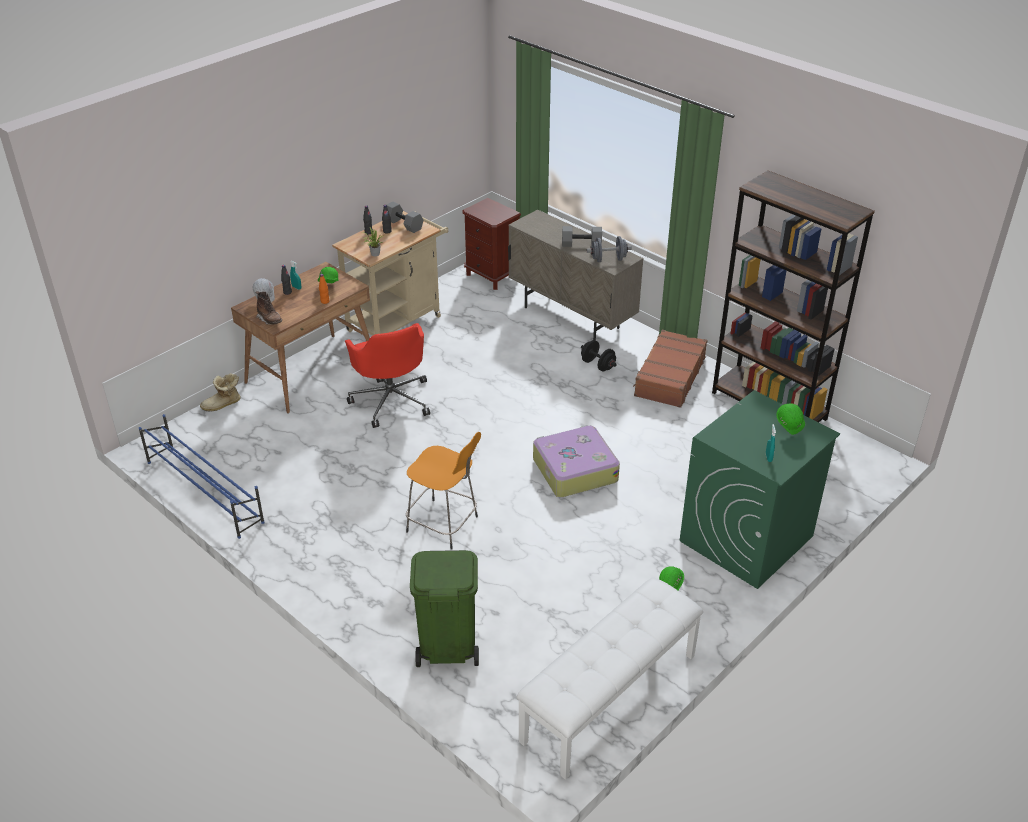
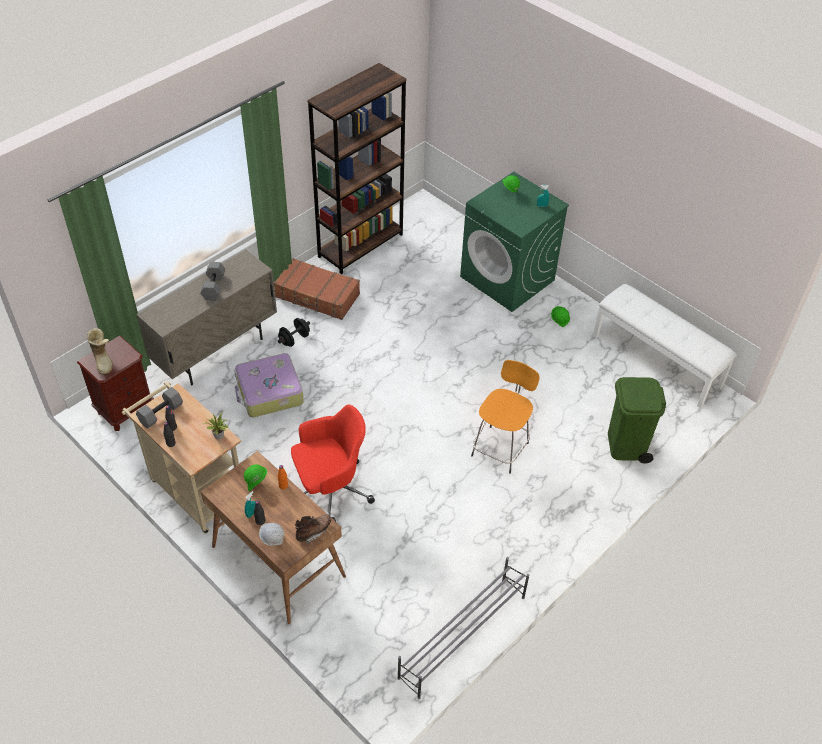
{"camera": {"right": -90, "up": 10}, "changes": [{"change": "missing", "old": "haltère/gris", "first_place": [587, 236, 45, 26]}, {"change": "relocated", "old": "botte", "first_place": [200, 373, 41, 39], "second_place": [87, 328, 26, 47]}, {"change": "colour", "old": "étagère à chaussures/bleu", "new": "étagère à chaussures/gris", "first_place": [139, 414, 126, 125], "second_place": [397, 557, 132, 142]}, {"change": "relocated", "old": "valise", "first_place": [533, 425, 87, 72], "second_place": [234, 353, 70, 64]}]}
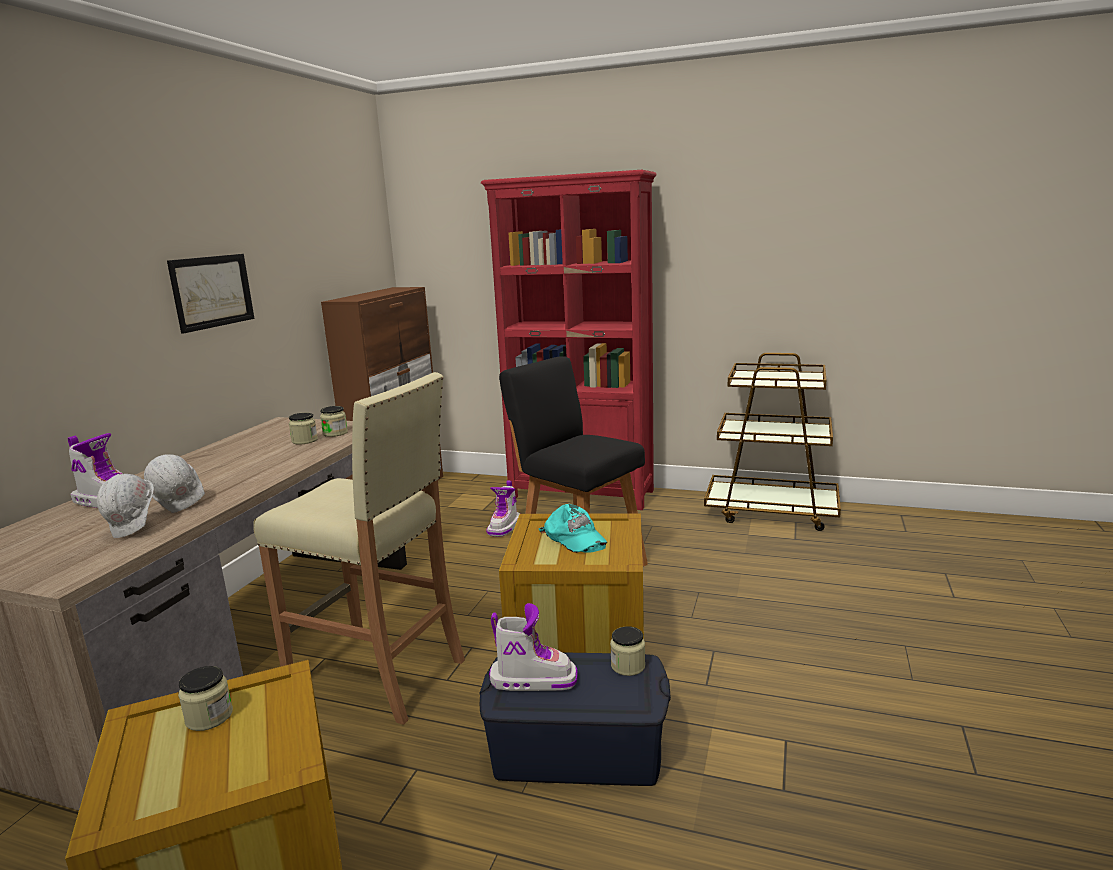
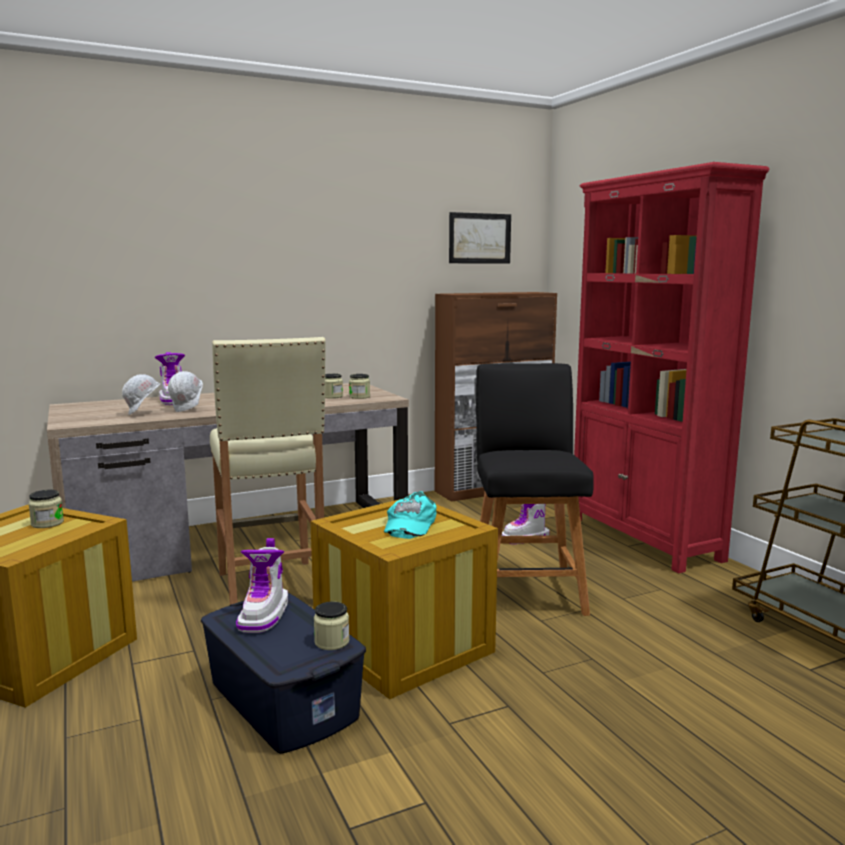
{"camera": {"right": 45, "up": -5}, "changes": [{"change": "relocated", "old": "tableau", "first_place": [167, 254, 88, 80], "second_place": [449, 212, 62, 52]}, {"change": "spun", "old": "botte", "first_place": [489, 603, 88, 88], "second_place": [236, 538, 52, 95], "degrees": 45}]}
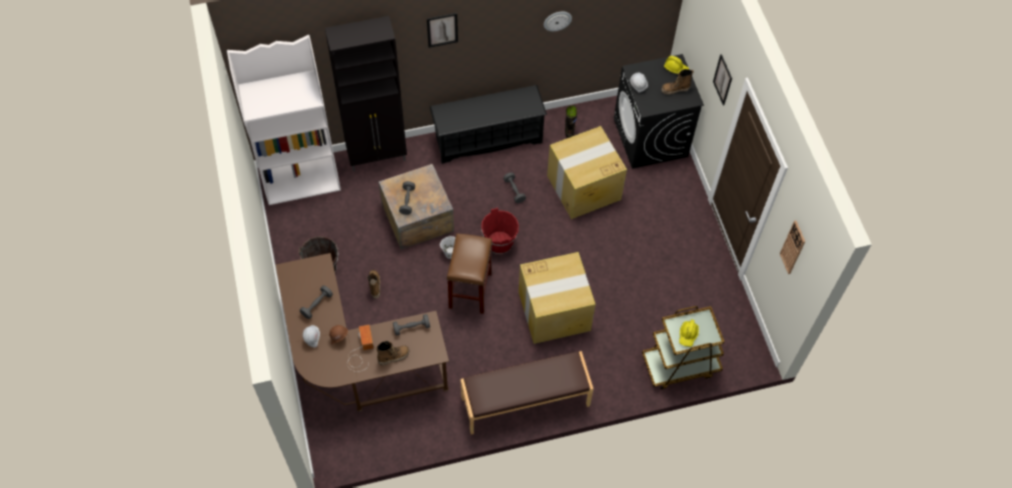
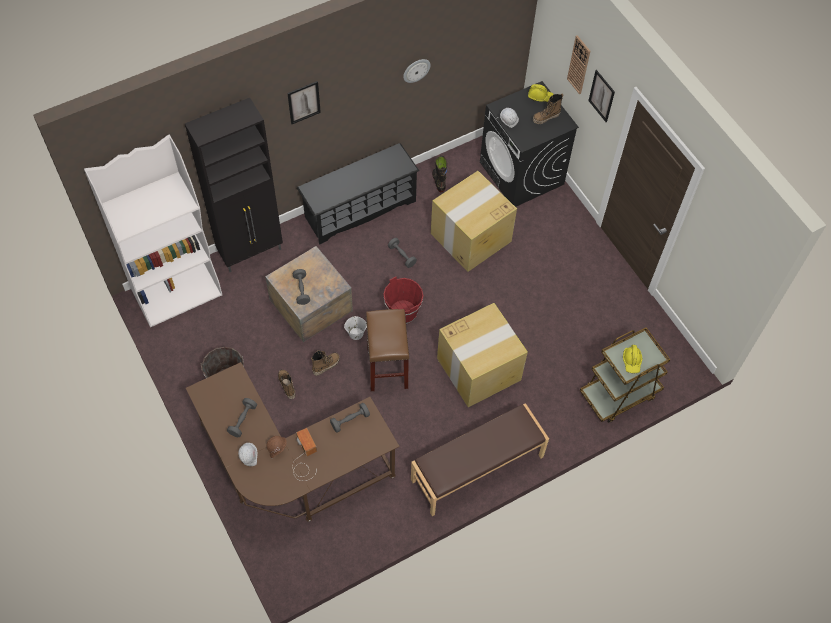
{"camera": {"right": -15, "up": 0}, "changes": [{"change": "relocated", "old": "horloge murale", "first_place": [780, 221, 25, 53], "second_place": [567, 35, 23, 59]}, {"change": "relocated", "old": "botte", "first_place": [376, 340, 33, 25], "second_place": [311, 350, 29, 26]}]}
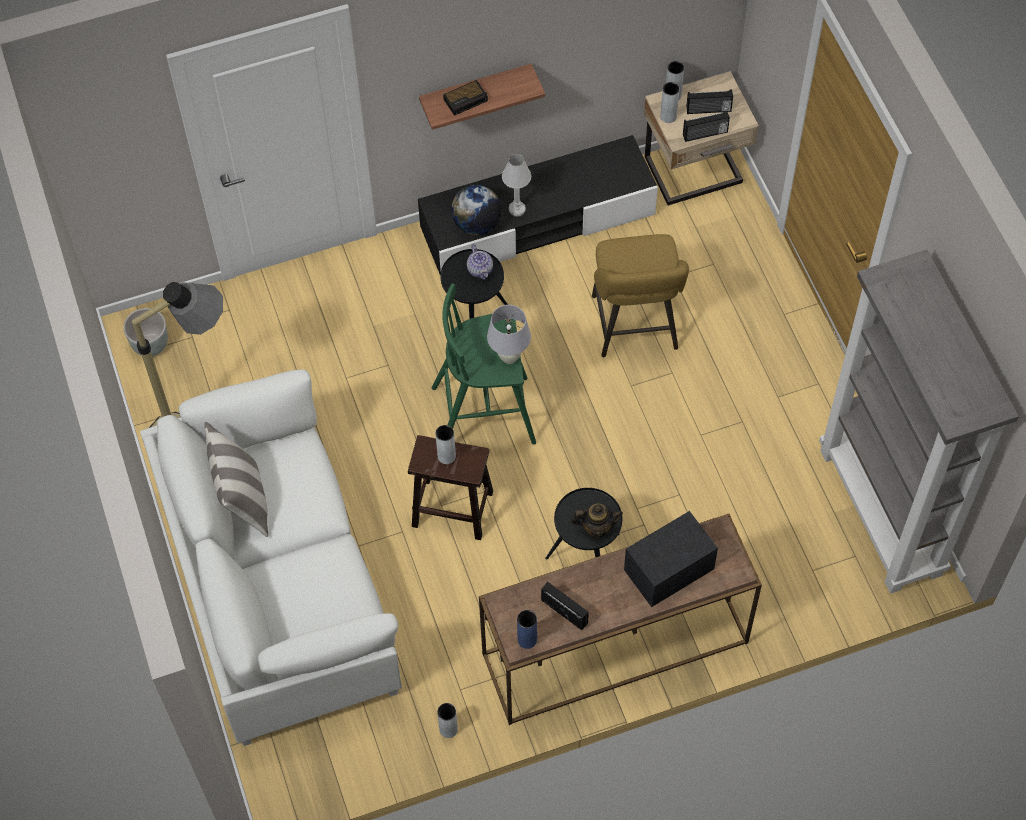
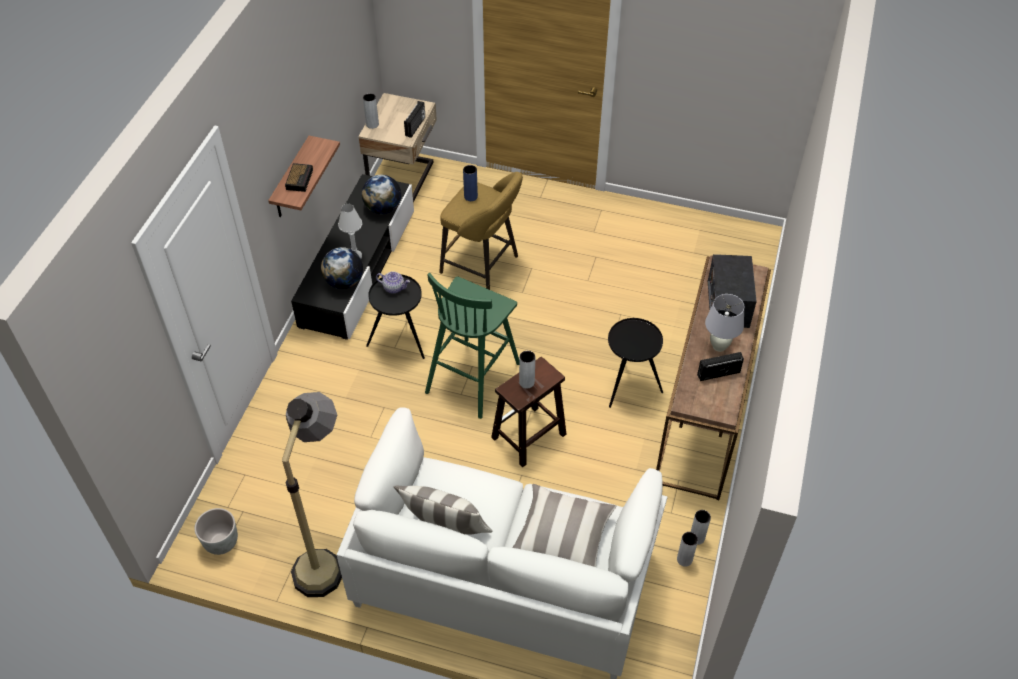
{"camera": {"right": -55, "up": -10}, "changes": [{"change": "relocated", "old": "vase/gris", "first_place": [660, 82, 20, 41], "second_place": [677, 532, 21, 35]}, {"change": "missing", "old": "radio", "first_place": [686, 89, 47, 25]}, {"change": "missing", "old": "bibliothèque/gris", "first_place": [819, 250, 200, 344]}, {"change": "relocated", "old": "lampe de table/blanc", "first_place": [487, 305, 44, 59], "second_place": [705, 294, 39, 58]}, {"change": "missing", "old": "théière", "first_place": [571, 504, 52, 34]}, {"change": "relocated", "old": "vase/bleu", "first_place": [517, 610, 20, 39], "second_place": [463, 165, 15, 36]}, {"change": "appeared", "new": "globe", "second_place": [362, 175, 39, 39]}, {"change": "appeared", "new": "coussin", "second_place": [512, 484, 104, 83]}]}
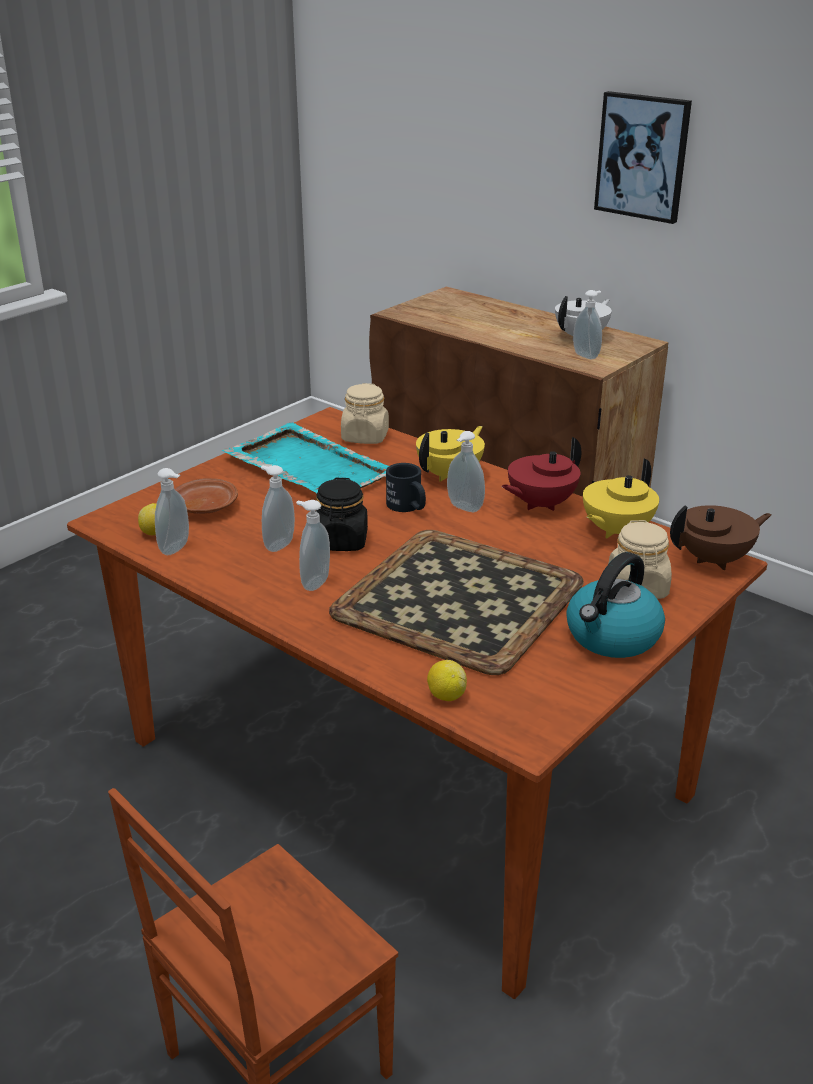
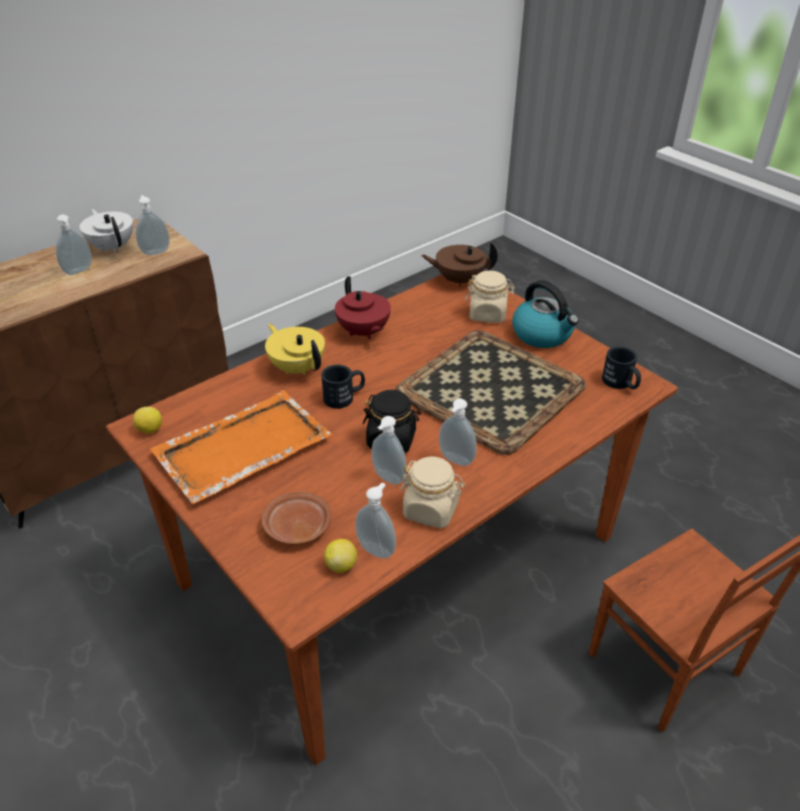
{"camera": {"right": -80, "up": 10}, "changes": [{"change": "missing", "old": "tableau", "first_place": [594, 91, 98, 133]}, {"change": "relocated", "old": "bocal/beige", "first_place": [341, 383, 48, 61], "second_place": [400, 456, 65, 72]}, {"change": "colour", "old": "plateau/turquoise", "new": "plateau/orange", "first_place": [222, 423, 167, 70], "second_place": [150, 390, 182, 114]}, {"change": "relocated", "old": "distributeur de savon", "first_place": [447, 431, 38, 81], "second_place": [56, 214, 35, 61]}, {"change": "missing", "old": "théière/jaune", "first_place": [583, 459, 76, 79]}, {"change": "spun", "old": "théière/marron", "first_place": [670, 505, 102, 65], "second_place": [421, 242, 77, 45], "degrees": -75}, {"change": "relocated", "old": "citron", "first_place": [427, 660, 40, 41], "second_place": [133, 407, 29, 27]}, {"change": "appeared", "new": "mug/noir", "second_place": [602, 346, 39, 43]}]}
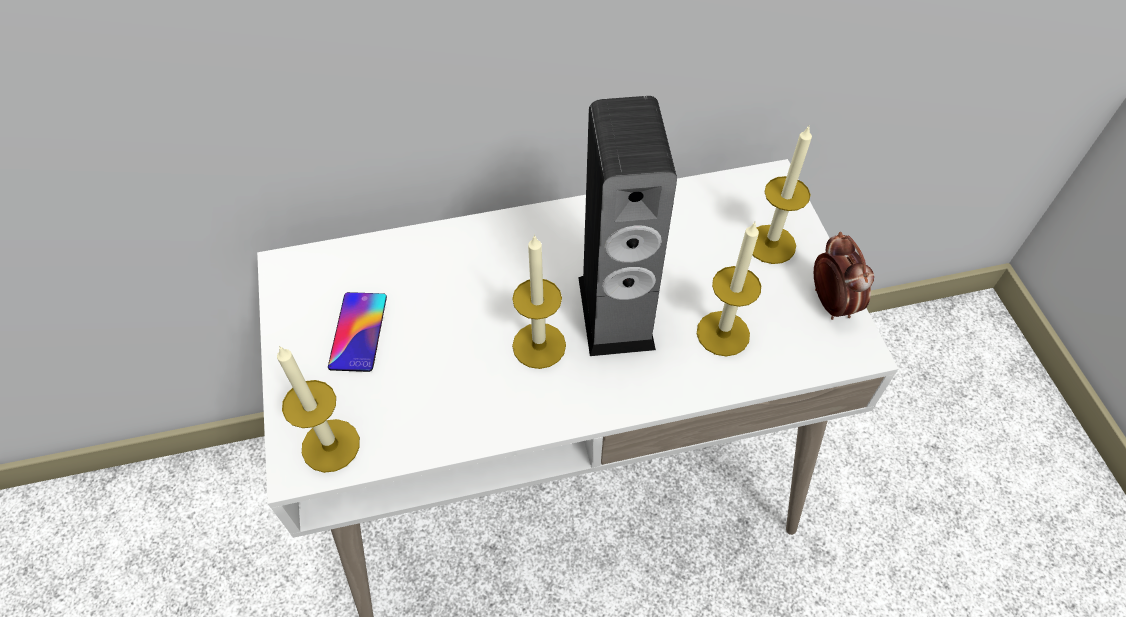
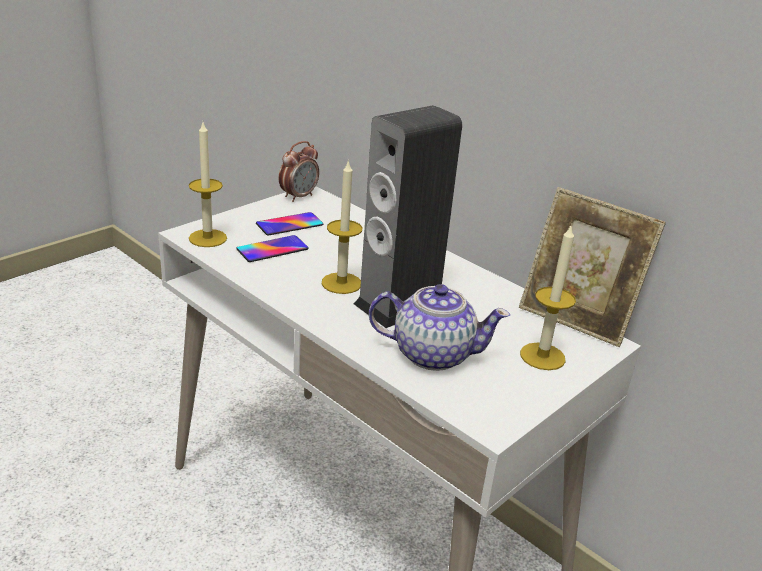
{"camera": {"right": 55, "up": -25}, "changes": [{"change": "exchanged", "old": "bougie", "new": "théière", "first_place": [697, 222, 64, 134], "second_place": [369, 284, 141, 87]}, {"change": "relocated", "old": "réveil", "first_place": [814, 232, 60, 88], "second_place": [279, 141, 40, 61]}, {"change": "appeared", "new": "cadre photo", "second_place": [519, 187, 147, 160]}, {"change": "appeared", "new": "téléphone", "second_place": [236, 235, 73, 27]}]}
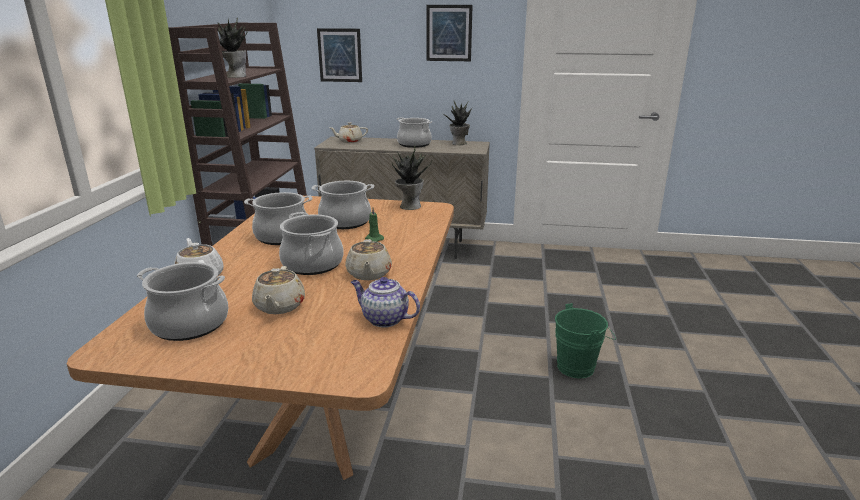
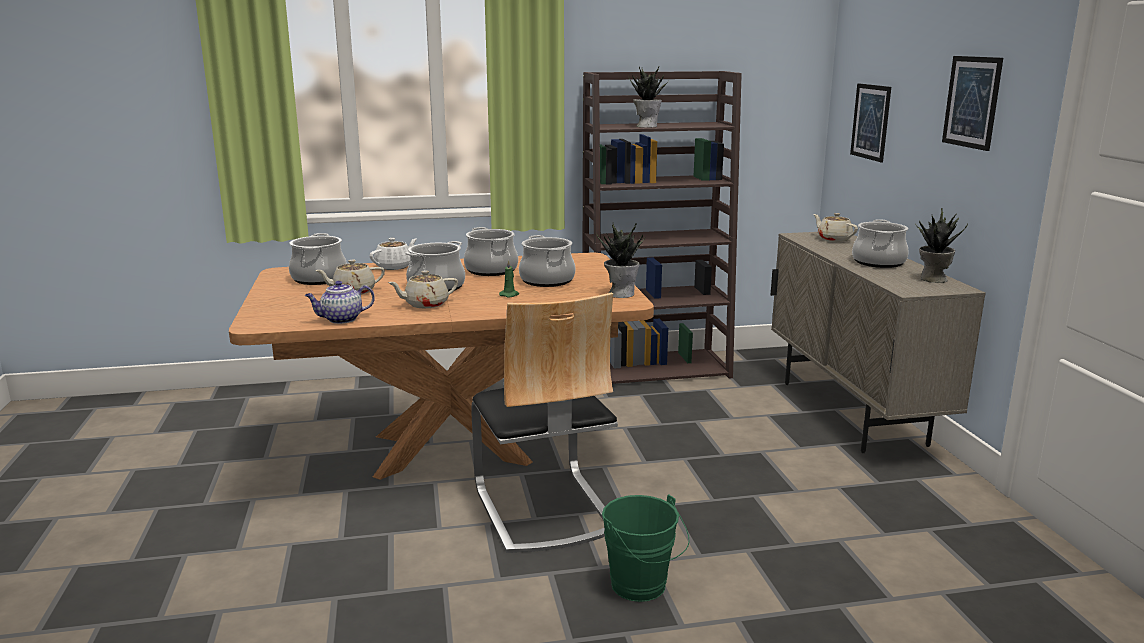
{"camera": {"right": 70, "up": -5}, "changes": [{"change": "spun", "old": "théière", "first_place": [351, 277, 69, 51], "second_place": [305, 281, 70, 43], "degrees": -120}, {"change": "appeared", "new": "chaise", "second_place": [471, 292, 147, 261]}]}
